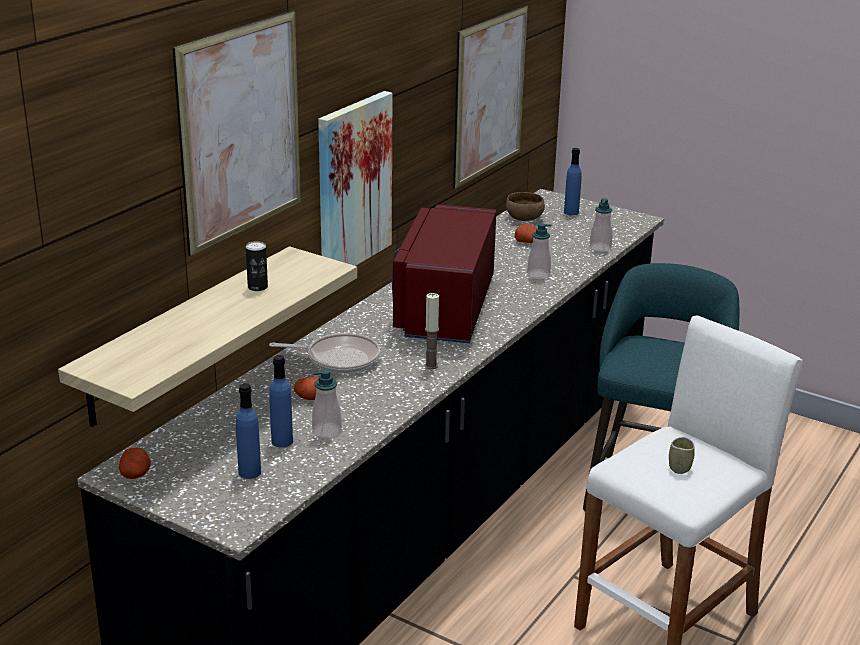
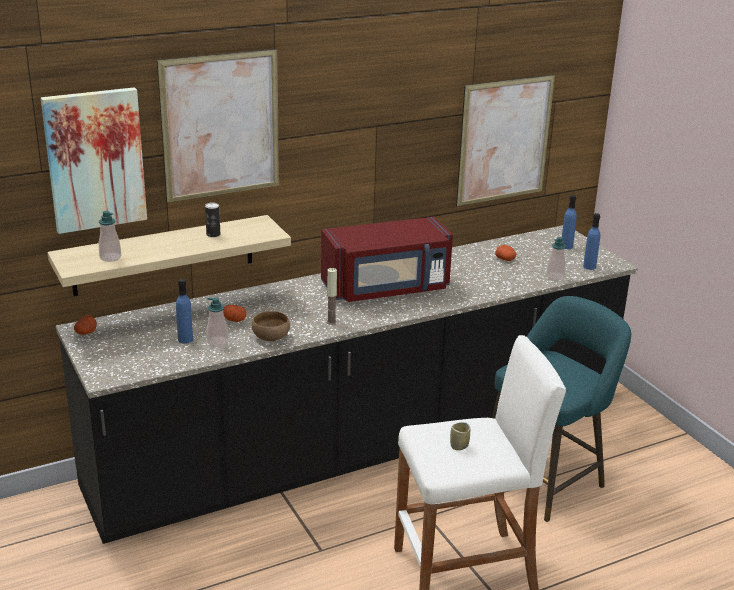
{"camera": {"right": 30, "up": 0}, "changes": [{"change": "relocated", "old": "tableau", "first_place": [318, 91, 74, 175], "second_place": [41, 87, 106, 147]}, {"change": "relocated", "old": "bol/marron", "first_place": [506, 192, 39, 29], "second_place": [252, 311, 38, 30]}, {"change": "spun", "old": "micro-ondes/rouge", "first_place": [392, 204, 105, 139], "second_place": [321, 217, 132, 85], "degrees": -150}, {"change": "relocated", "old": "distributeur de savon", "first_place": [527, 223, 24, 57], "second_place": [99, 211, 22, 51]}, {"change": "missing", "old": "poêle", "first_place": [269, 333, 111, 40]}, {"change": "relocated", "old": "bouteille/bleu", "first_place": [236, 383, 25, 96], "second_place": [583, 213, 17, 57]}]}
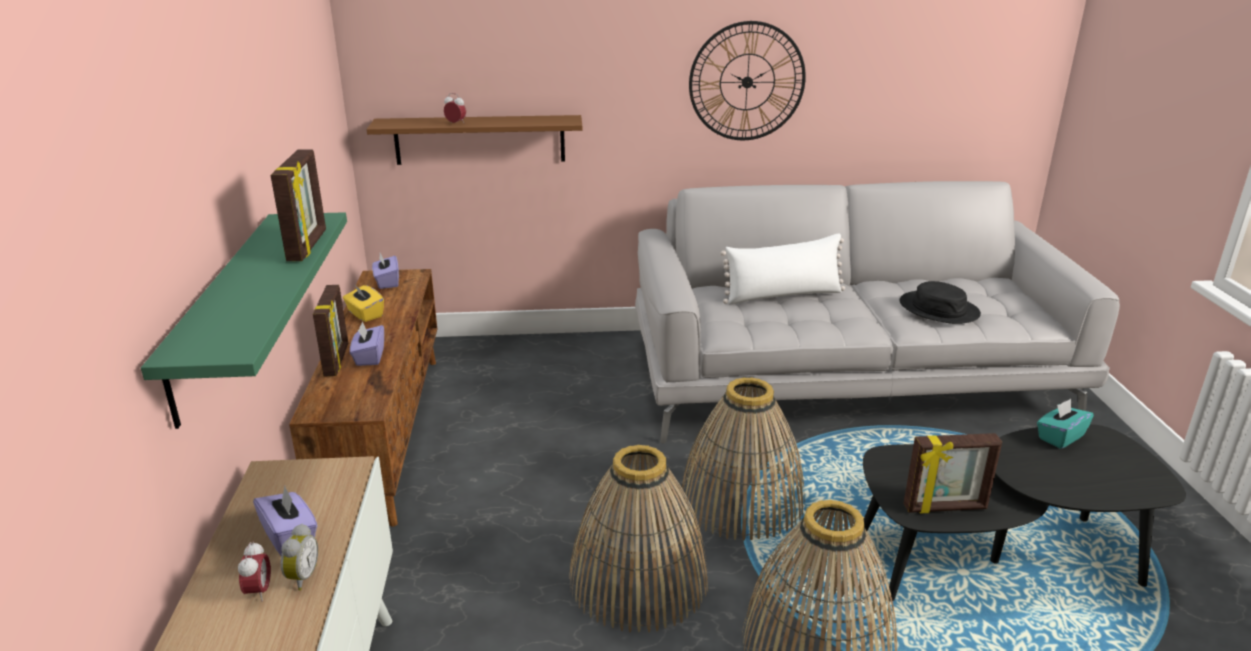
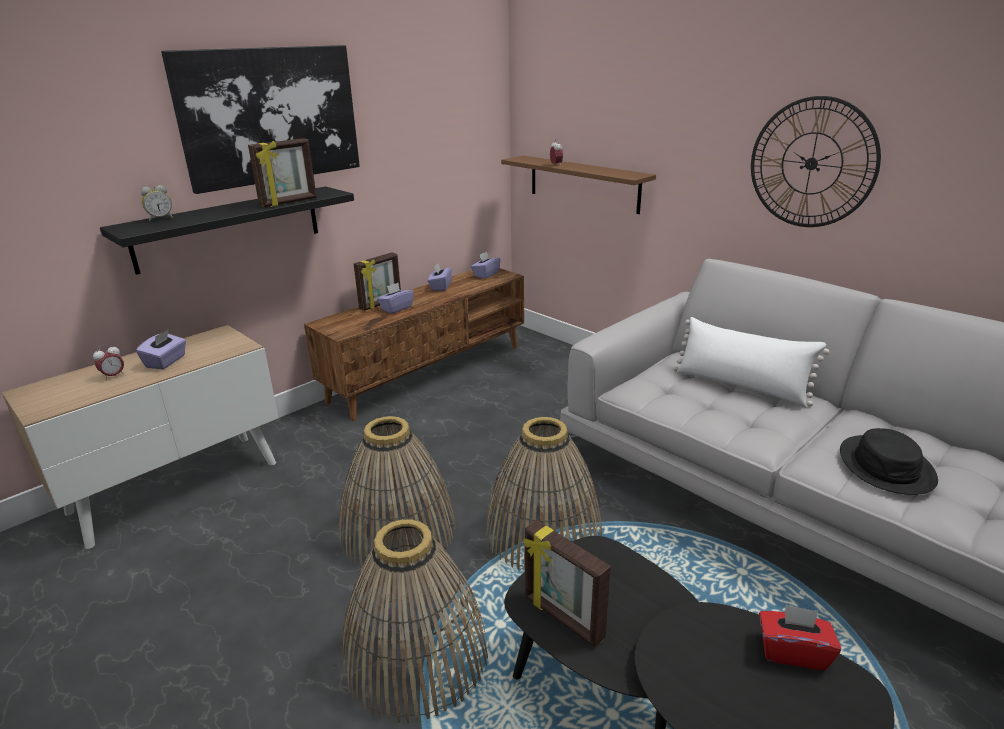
{"camera": {"right": 50, "up": 0}, "changes": [{"change": "colour", "old": "étagère/vert", "new": "étagère/noir", "first_place": [141, 212, 206, 217], "second_place": [100, 186, 254, 89]}, {"change": "colour", "old": "boîte à mouchoirs/jaune", "new": "boîte à mouchoirs/violet", "first_place": [343, 283, 41, 39], "second_place": [428, 264, 24, 27]}, {"change": "colour", "old": "boîte à mouchoirs/turquoise", "new": "boîte à mouchoirs/rouge", "first_place": [1037, 399, 57, 50], "second_place": [759, 604, 82, 66]}, {"change": "relocated", "old": "réveil", "first_place": [281, 524, 37, 67], "second_place": [141, 185, 32, 36]}, {"change": "appeared", "new": "tableau", "second_place": [161, 45, 199, 149]}]}
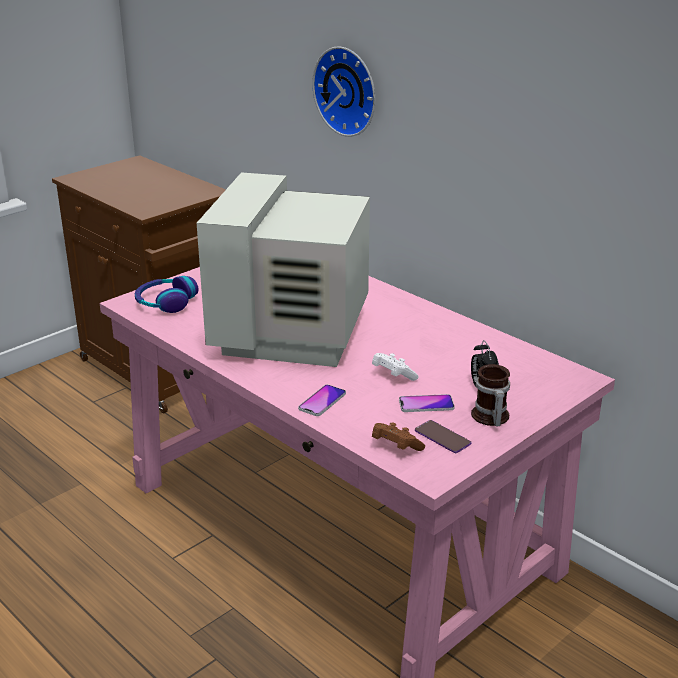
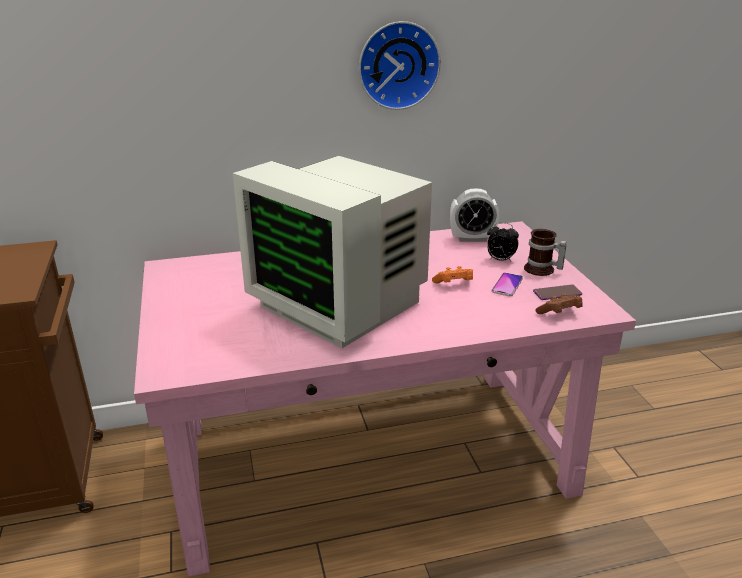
{"camera": {"right": -60, "up": 0}, "changes": [{"change": "relocated", "old": "horloge murale", "first_place": [312, 47, 63, 90], "second_place": [359, 21, 82, 89]}, {"change": "missing", "old": "casque audio", "first_place": [135, 276, 63, 37]}, {"change": "colour", "old": "manette/blanc", "new": "manette/orange", "first_place": [372, 353, 46, 28], "second_place": [432, 266, 41, 18]}, {"change": "missing", "old": "téléphone", "first_place": [298, 384, 48, 32]}, {"change": "appeared", "new": "réveil", "second_place": [450, 189, 49, 53]}]}
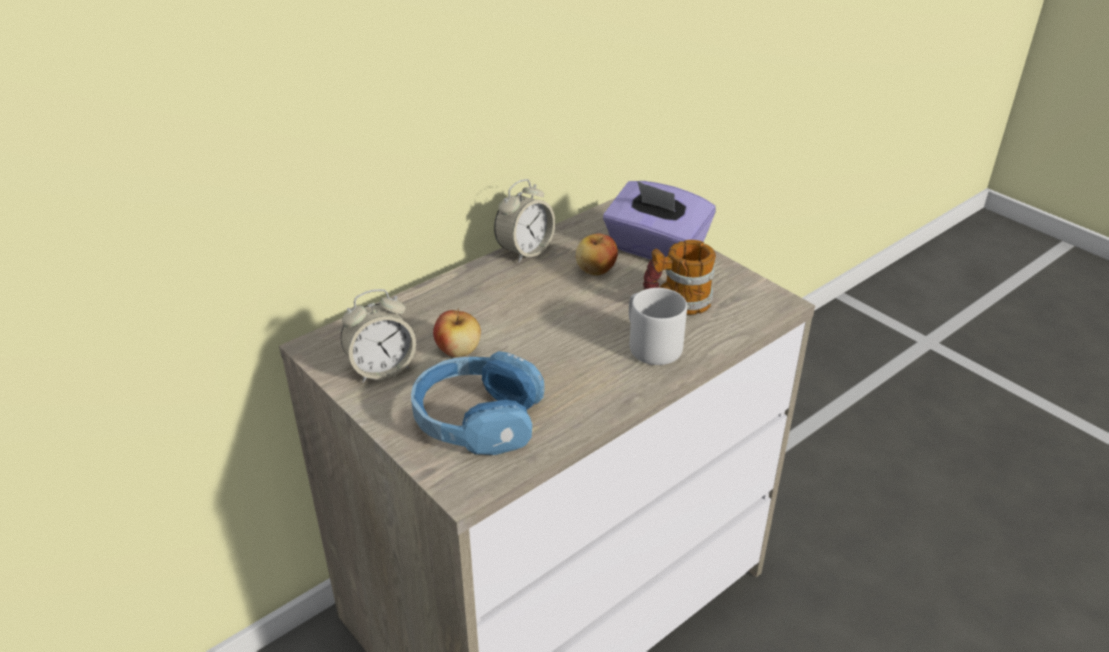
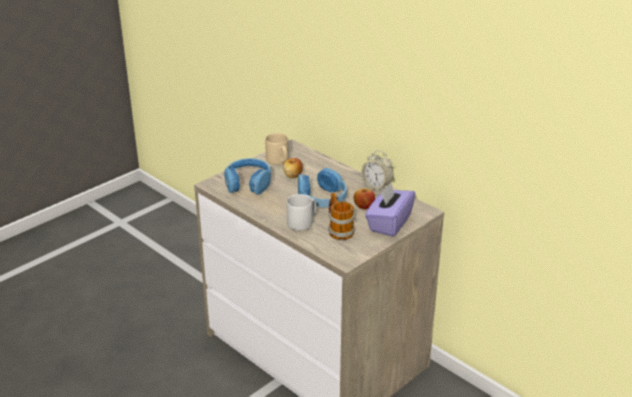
{"camera": {"right": 85, "up": -5}, "changes": [{"change": "exchanged", "old": "réveil", "new": "mug/beige", "first_place": [341, 289, 75, 94], "second_place": [265, 133, 24, 32]}, {"change": "appeared", "new": "casque audio/bleu", "second_place": [298, 168, 49, 39]}]}
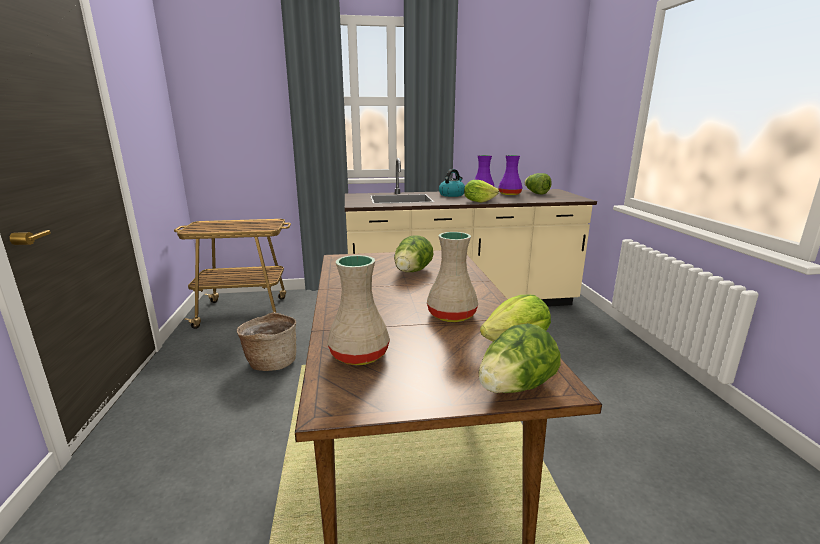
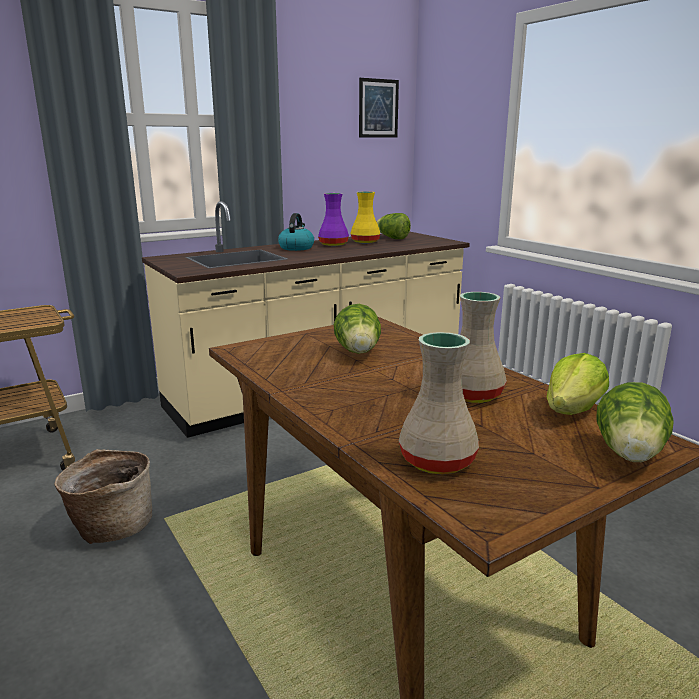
{"camera": {"right": -25, "up": 0}, "changes": [{"change": "colour", "old": "vase/violet", "new": "vase/jaune", "first_place": [498, 155, 25, 41], "second_place": [351, 191, 29, 52]}, {"change": "missing", "old": "laitue", "first_place": [464, 180, 35, 23]}, {"change": "appeared", "new": "tableau", "second_place": [359, 78, 40, 60]}]}
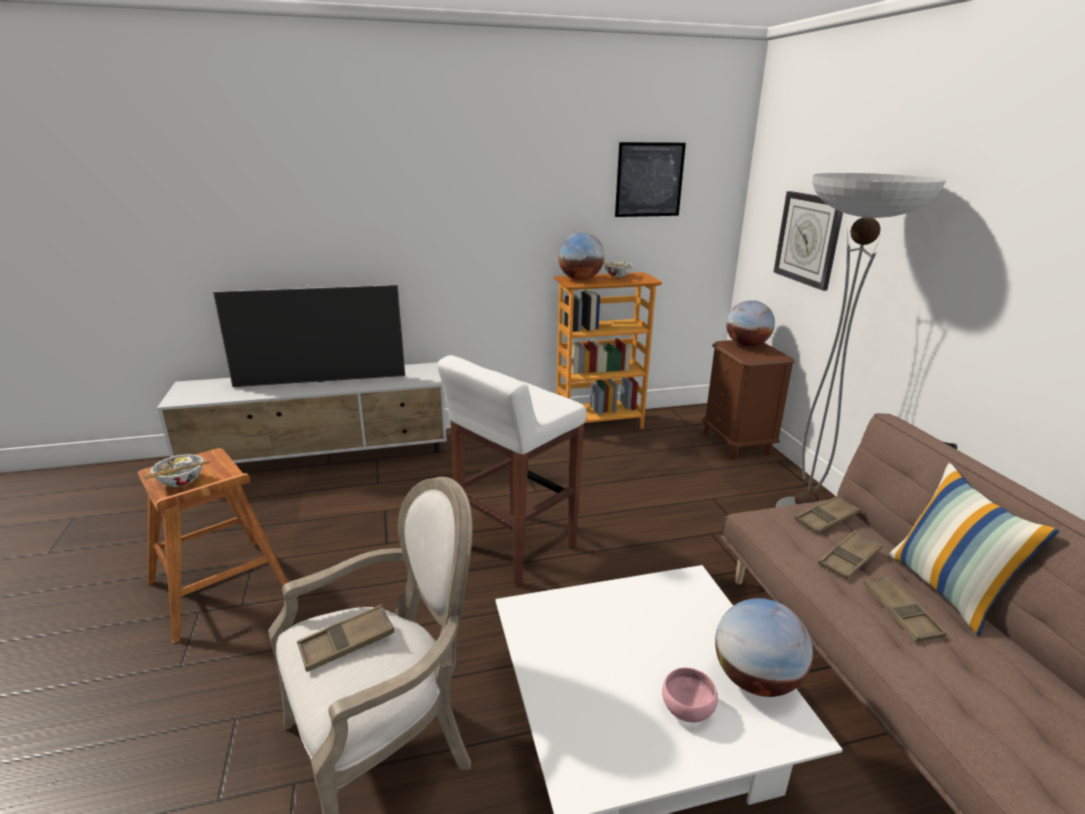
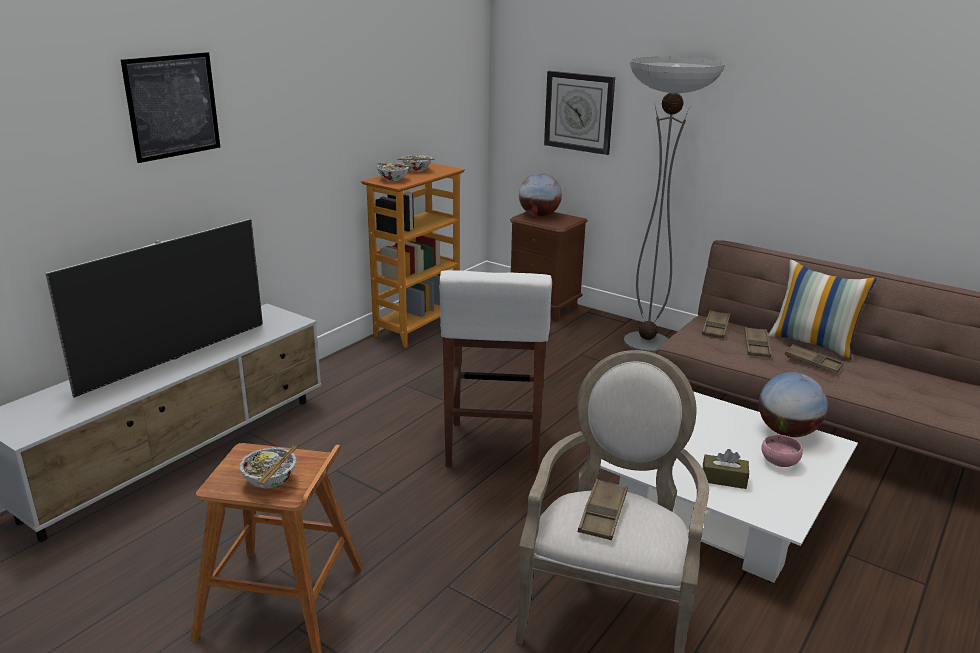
{"camera": {"right": -40, "up": 0}, "changes": [{"change": "relocated", "old": "tableau", "first_place": [615, 142, 71, 75], "second_place": [121, 52, 99, 111]}, {"change": "exchanged", "old": "globe", "new": "bol", "first_place": [558, 233, 46, 47], "second_place": [377, 163, 38, 18]}, {"change": "appeared", "new": "boîte à mouchoirs/marron", "second_place": [703, 449, 46, 40]}]}
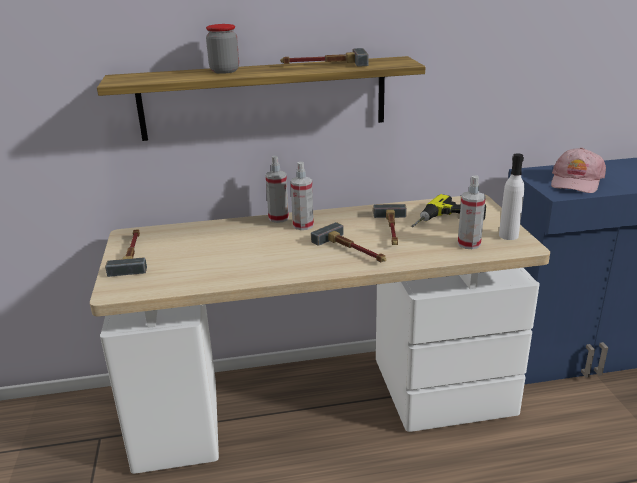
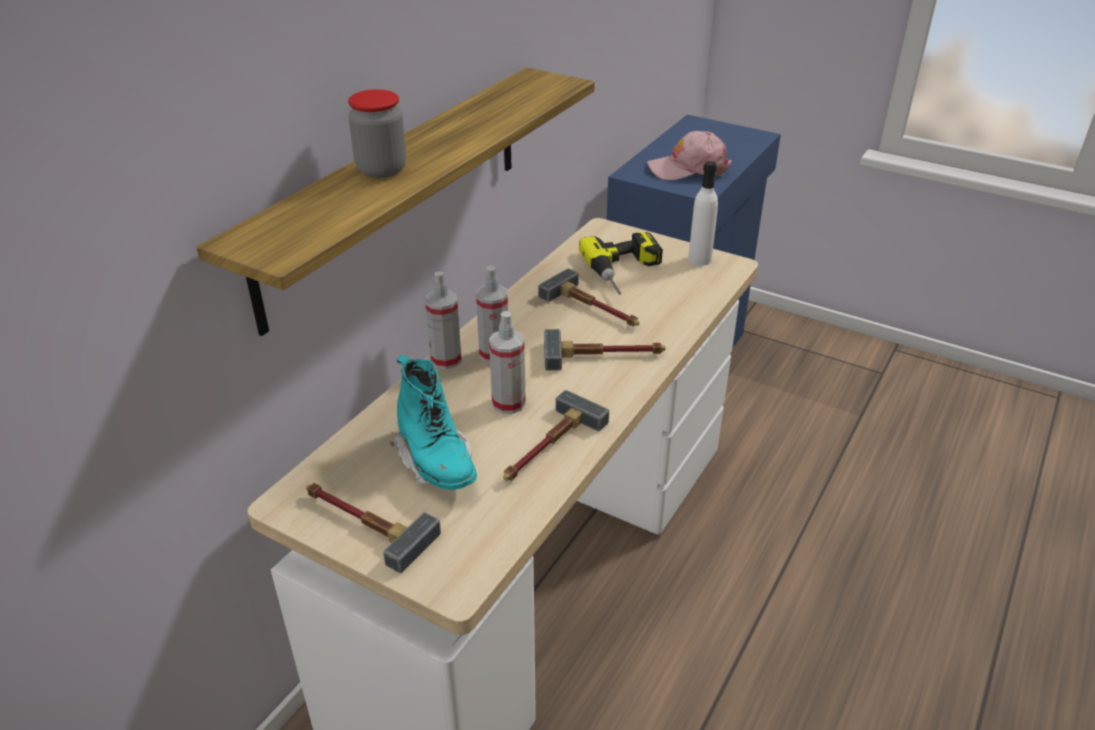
{"camera": {"right": -50, "up": 10}, "changes": [{"change": "relocated", "old": "marteau", "first_place": [280, 48, 89, 19], "second_place": [503, 390, 106, 91]}, {"change": "spun", "old": "casquette/rose", "first_place": [551, 148, 55, 45], "second_place": [647, 131, 85, 49], "degrees": 105}, {"change": "relocated", "old": "vaporisateur", "first_place": [458, 175, 28, 74], "second_place": [489, 311, 37, 103]}, {"change": "appeared", "new": "botte/turquoise", "second_place": [390, 355, 87, 135]}]}
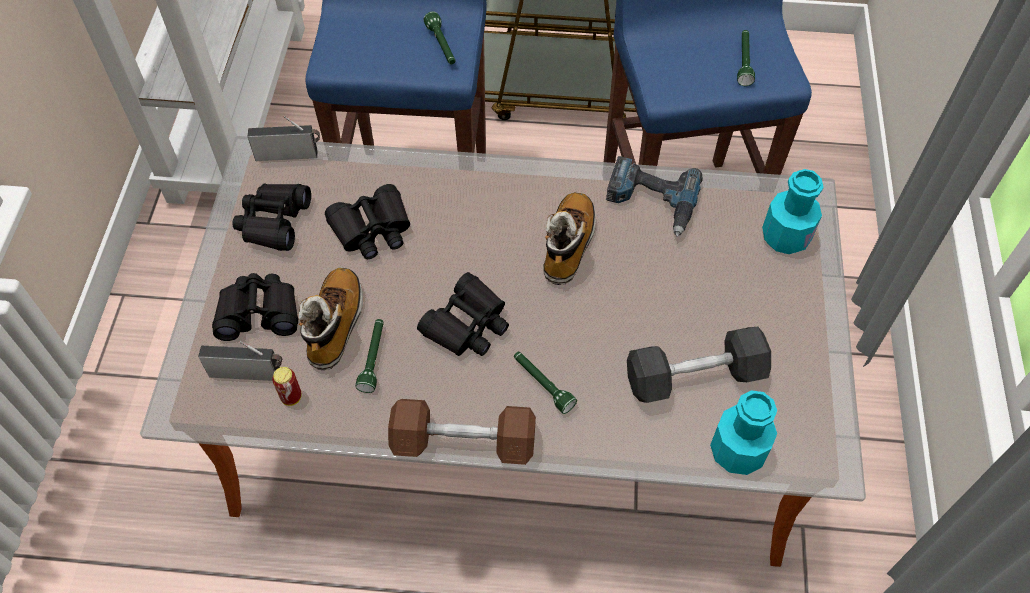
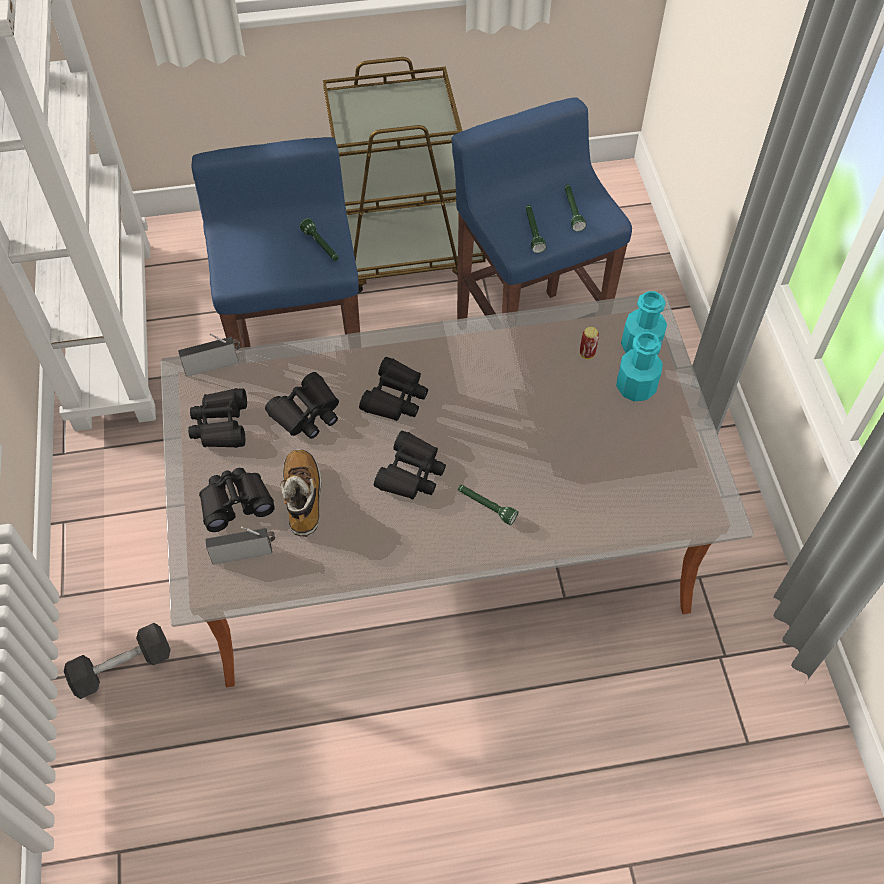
{"camera": {"right": -15, "up": 0}, "changes": [{"change": "missing", "old": "perceuse", "first_place": [606, 156, 97, 81]}, {"change": "missing", "old": "botte", "first_place": [543, 192, 53, 93]}, {"change": "relocated", "old": "lampe de poche/vert", "first_place": [356, 319, 28, 74], "second_place": [525, 205, 21, 48]}, {"change": "relocated", "old": "haltère/gris", "first_place": [627, 327, 144, 76], "second_place": [64, 623, 107, 76]}, {"change": "relocated", "old": "boîte métallique", "first_place": [272, 367, 30, 39], "second_place": [580, 327, 19, 32]}, {"change": "relocated", "old": "bouteille/turquoise", "first_place": [710, 390, 67, 85], "second_place": [616, 332, 47, 69]}, {"change": "missing", "old": "haltère/marron", "first_place": [388, 399, 148, 66]}, {"change": "appeared", "new": "jumelles/noir", "second_place": [359, 357, 69, 64]}]}
